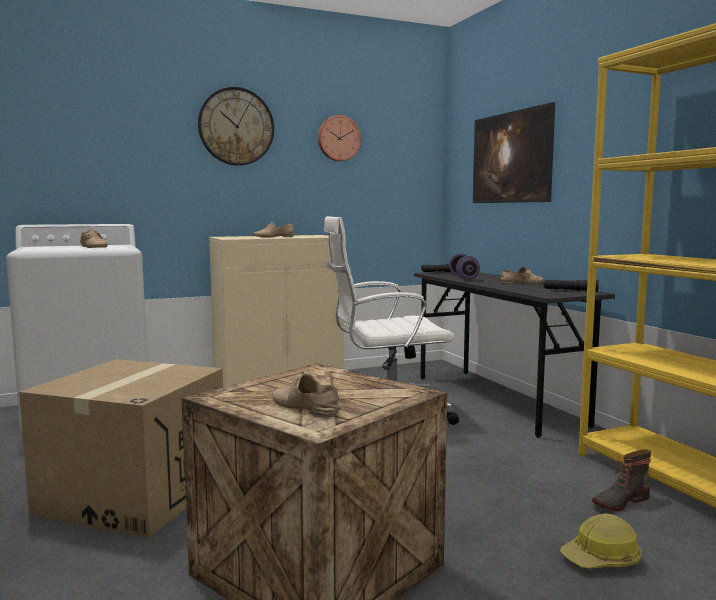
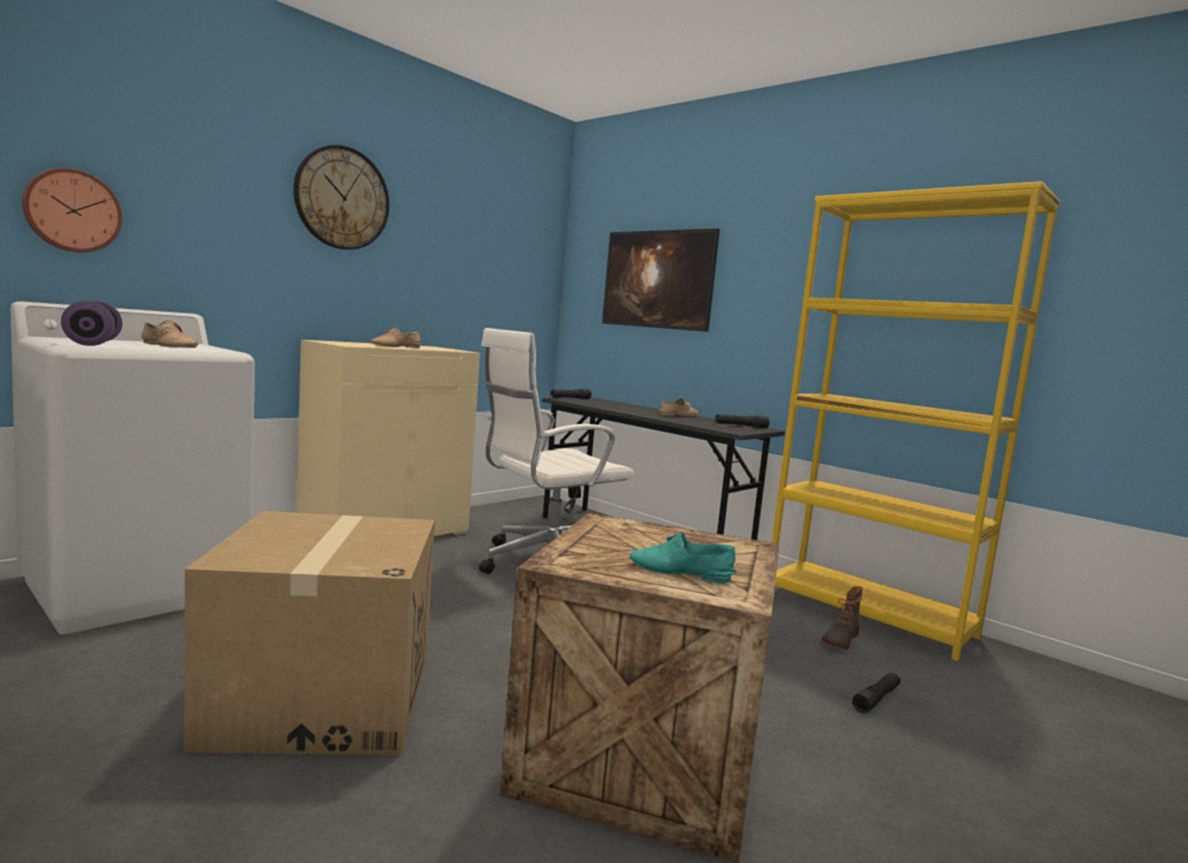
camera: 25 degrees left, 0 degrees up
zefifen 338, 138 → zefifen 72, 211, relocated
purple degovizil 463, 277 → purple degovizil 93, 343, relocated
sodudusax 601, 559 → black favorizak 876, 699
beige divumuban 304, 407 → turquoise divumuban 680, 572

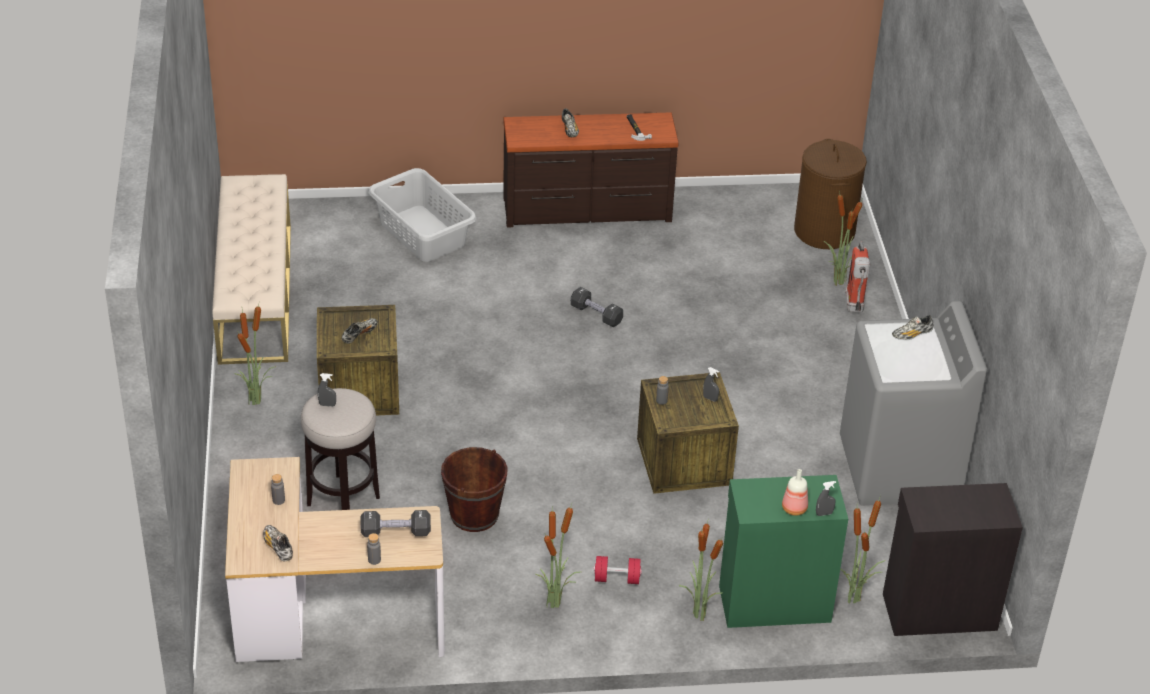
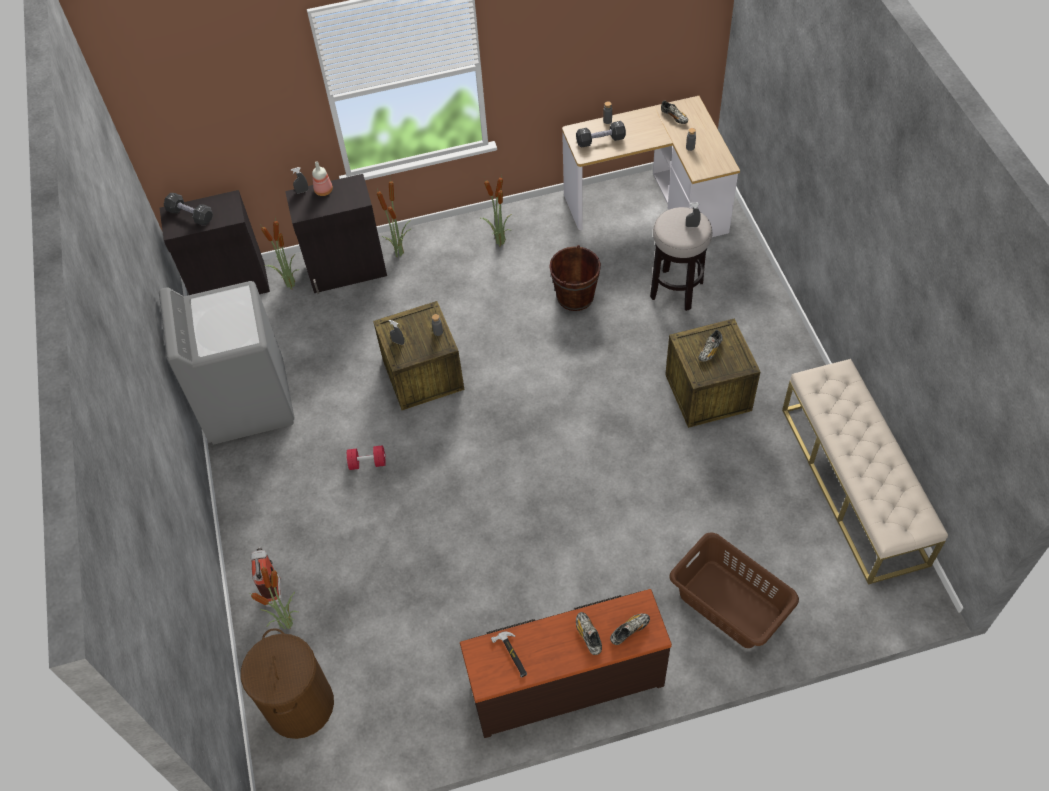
camera: 175 degrees right, 15 degrees up
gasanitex 256, 401 → -
black degovizil 596, 315 → black degovizil 190, 215, relocated
red degovizil 617, 578 → red degovizil 367, 463, relocated
divumuban 912, 334 → divumuban 629, 631, relocated
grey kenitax 423, 233 → brown kenitax 729, 605
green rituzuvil 773, 602 → black rituzuvil 348, 271

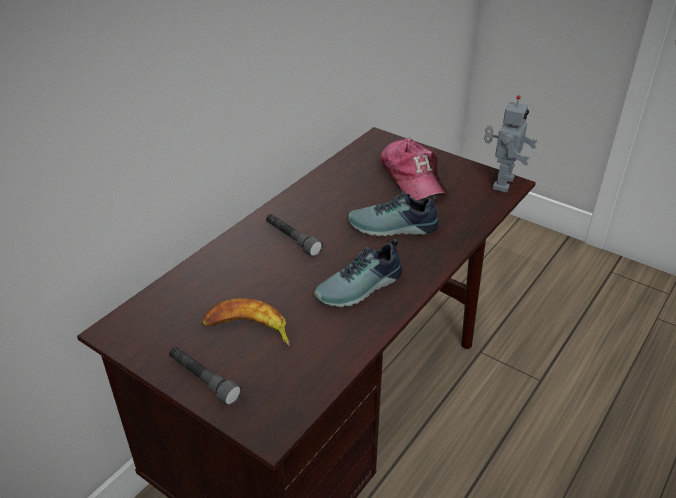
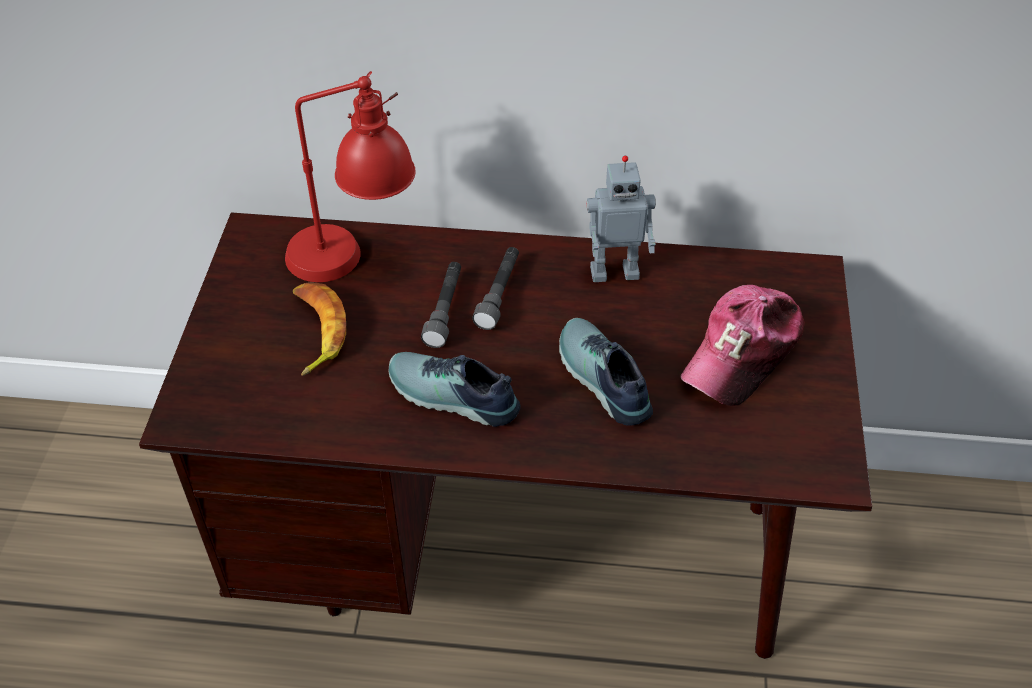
camera: 60 degrees right, 10 degrees up
- → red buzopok 355, 260
grey favorizak 203, 380 → grey favorizak 445, 310, relocated
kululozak 501, 183 → kululozak 614, 271, relocated

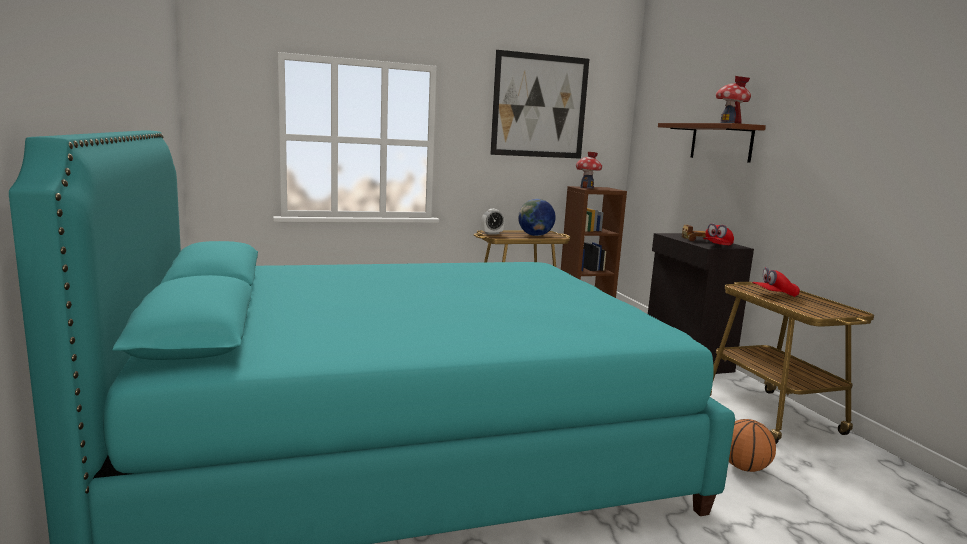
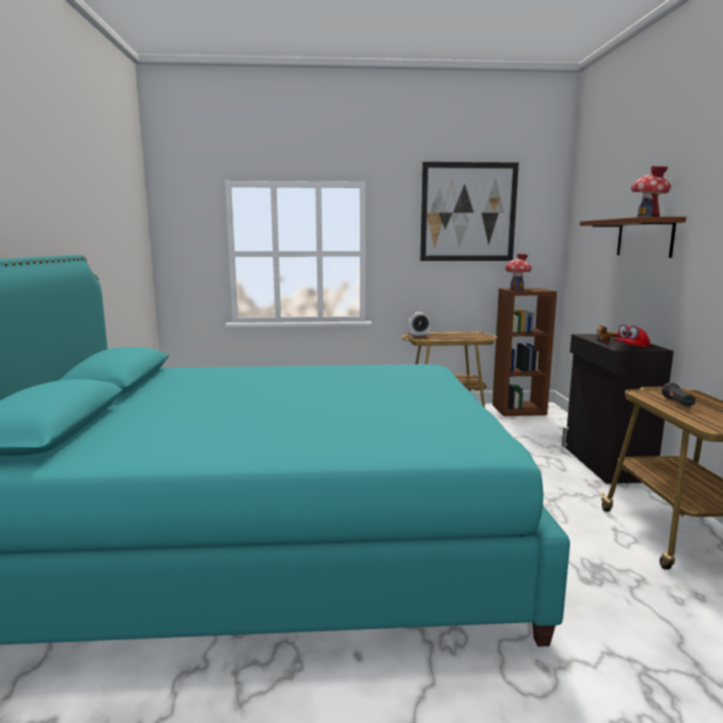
camera: 15 degrees right, 0 degrees up
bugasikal 535, 235 → -
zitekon 744, 468 → -
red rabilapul 774, 295 → black favorizak 677, 403

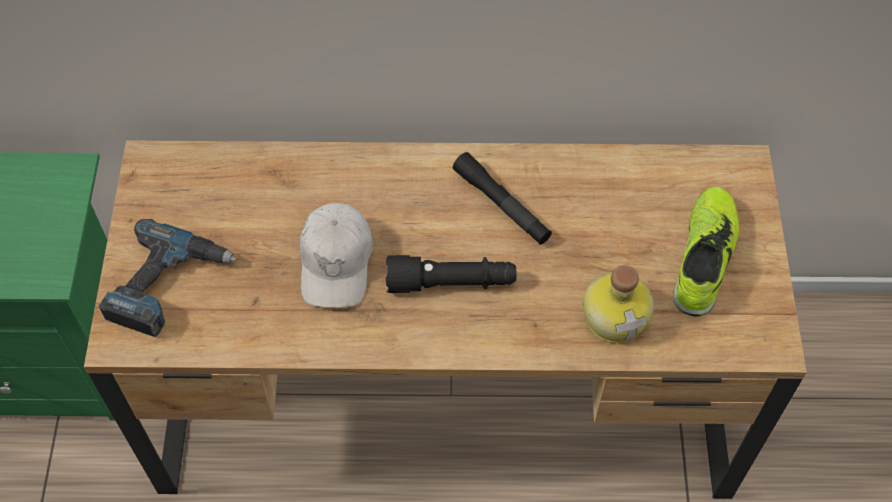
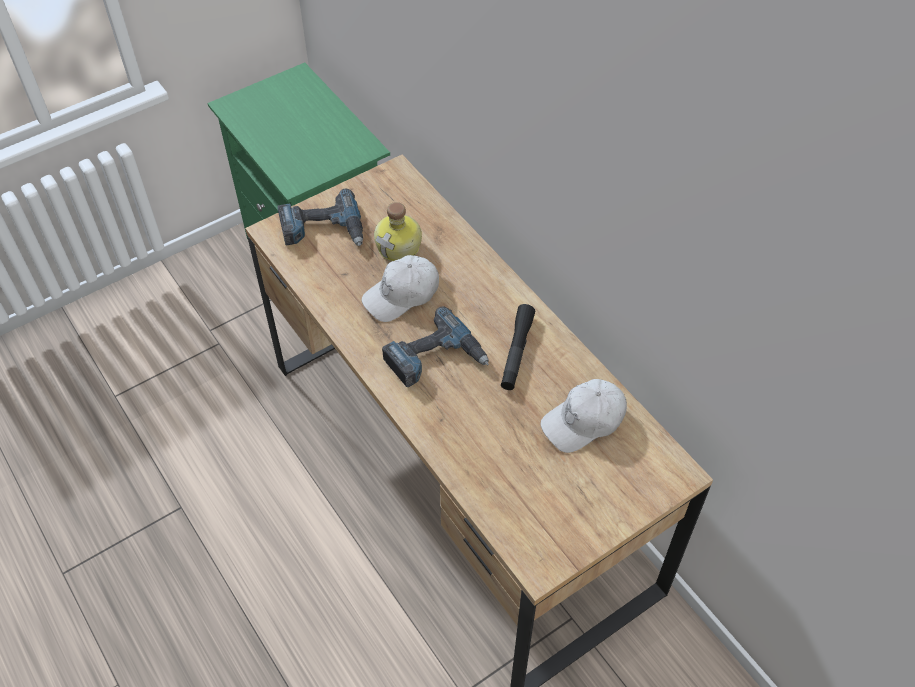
camera: 55 degrees right, 5 degrees down
divumuban 704, 257 → -
- → white rabilapul 584, 421
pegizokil 615, 316 → pegizokil 400, 248, relocated
black favorizak 451, 283 → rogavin 435, 358

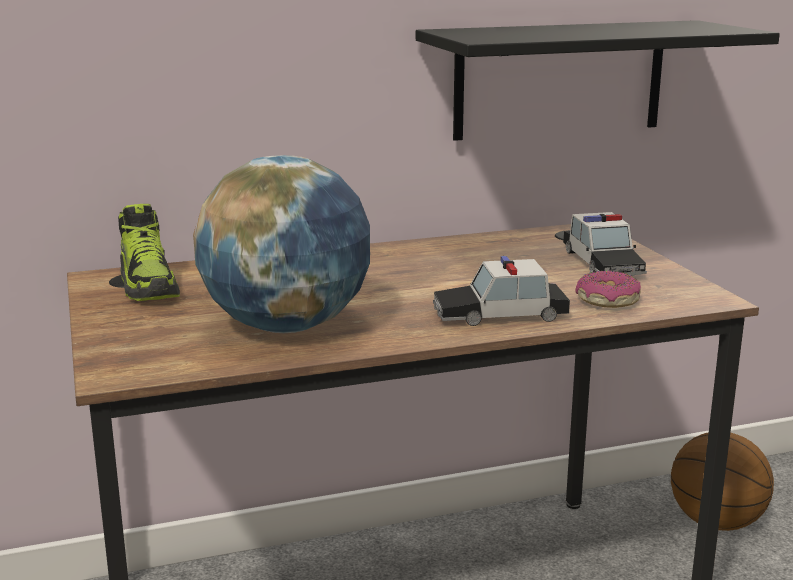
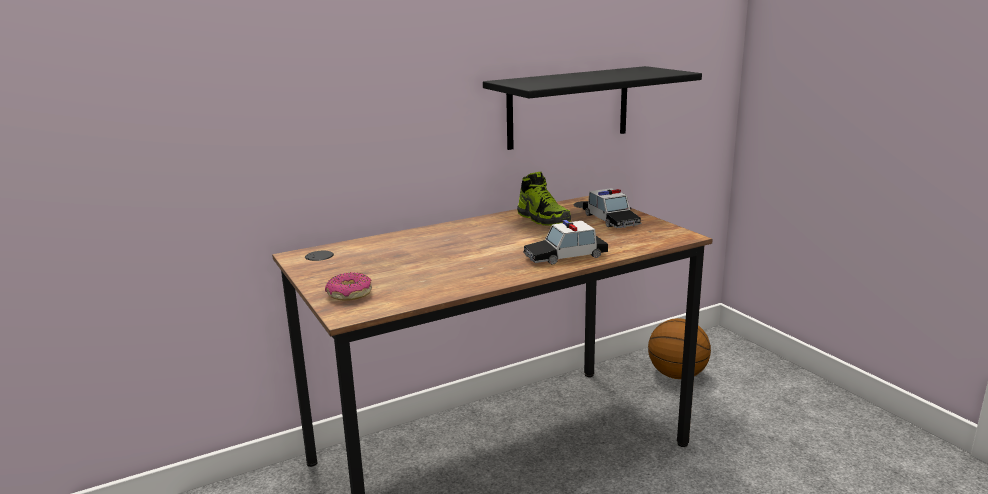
camera: 10 degrees left, 0 degrees up
bugasikal 287, 326 → -
divumuban 149, 287 → divumuban 543, 219, relocated
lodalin 607, 300 → lodalin 349, 294, relocated

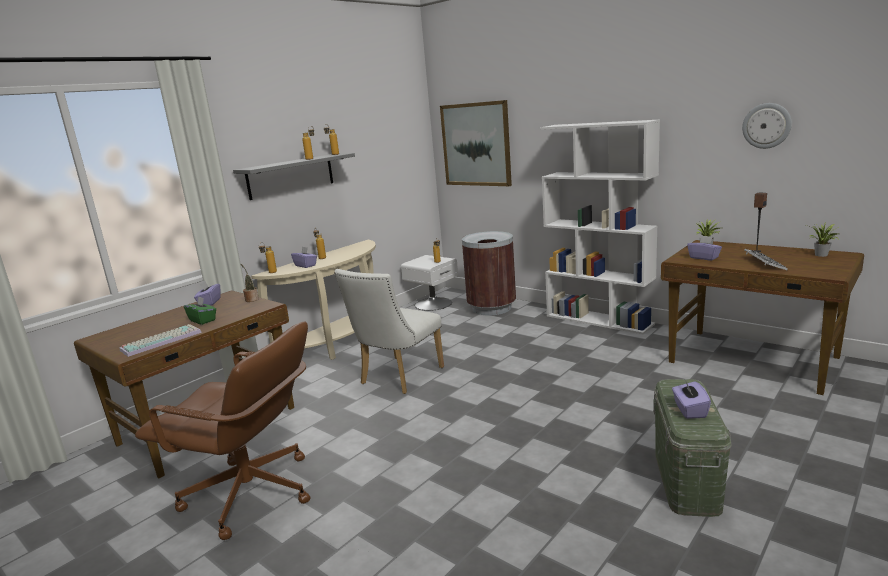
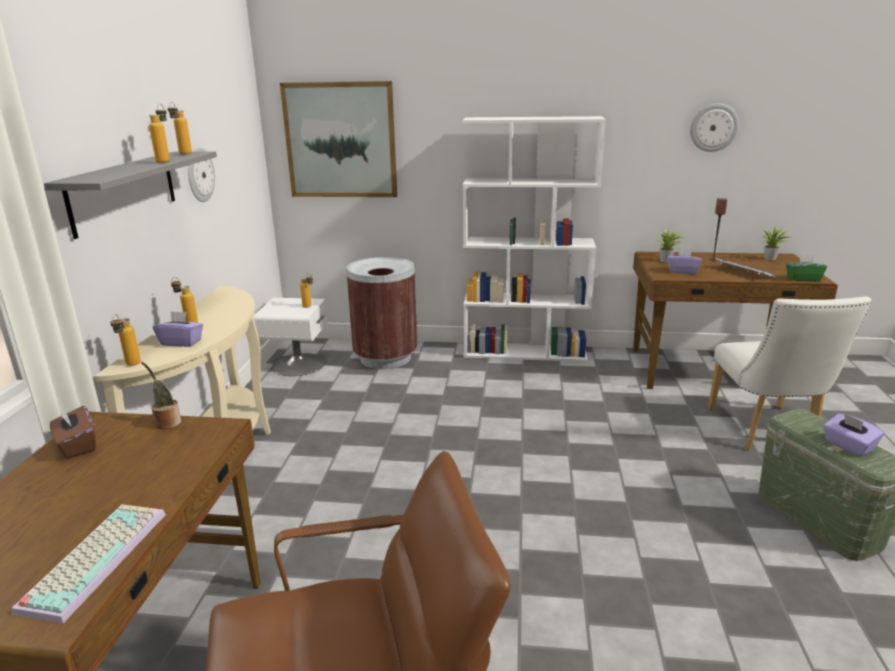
camera: 35 degrees left, 5 degrees up
- → zefifen 200, 175
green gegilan 203, 320 → green gegilan 803, 279, relocated
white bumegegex 397, 378 → white bumegegex 766, 432, relocated
purple gegilan 209, 302 → brown gegilan 77, 446

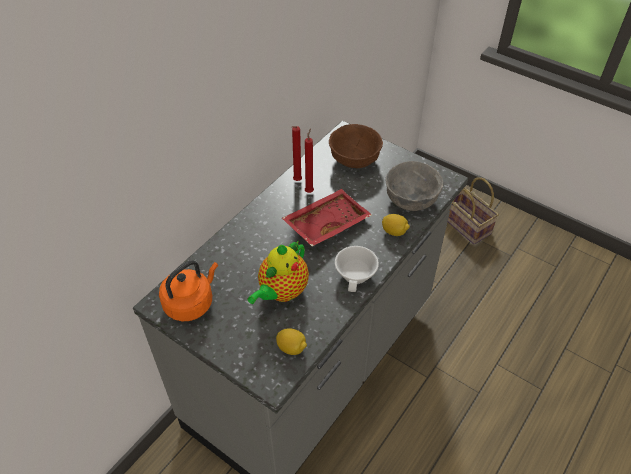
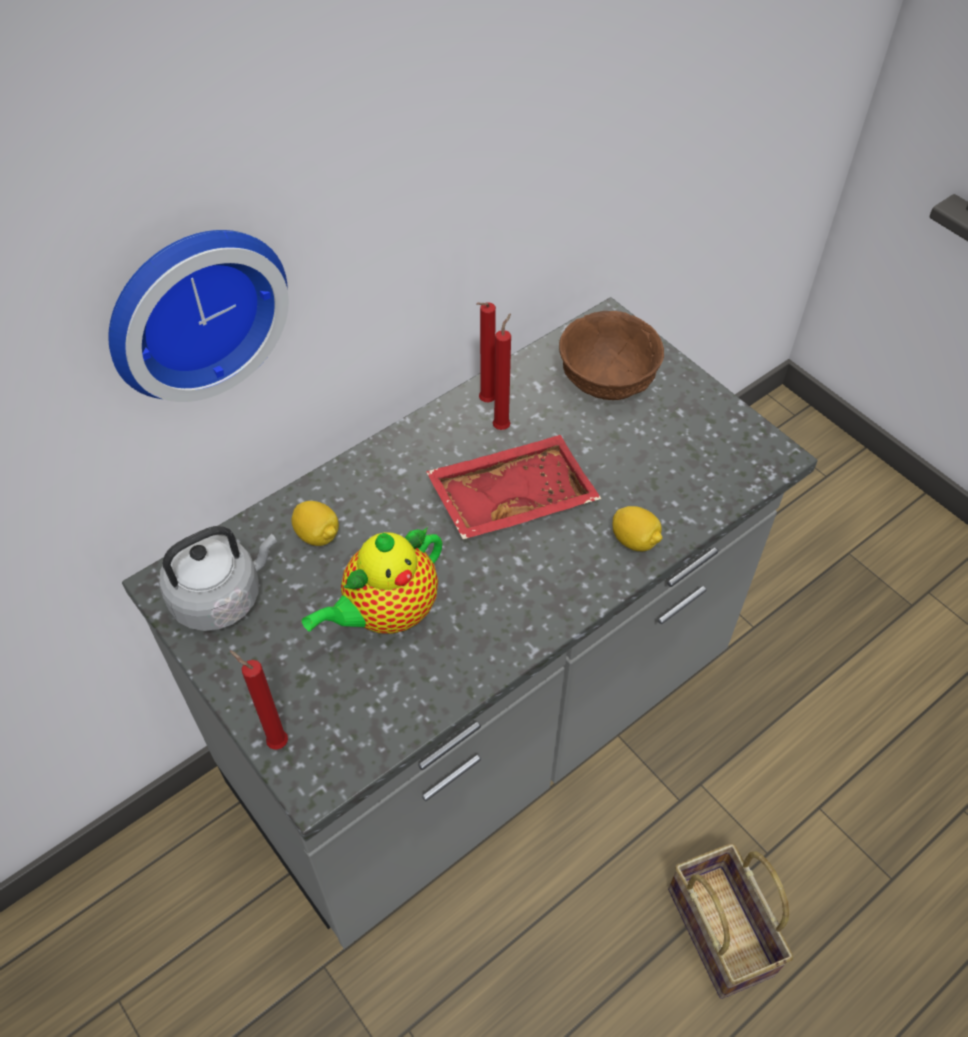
camera: 15 degrees right, 5 degrees up
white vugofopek 357, 275 → -
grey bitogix 411, 200 → -
- → zefifen 192, 308
- → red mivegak 275, 741
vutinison 291, 348 → vutinison 317, 535, relocated
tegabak 467, 225 → tegabak 724, 933, relocated
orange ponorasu 191, 303 → grey ponorasu 221, 596

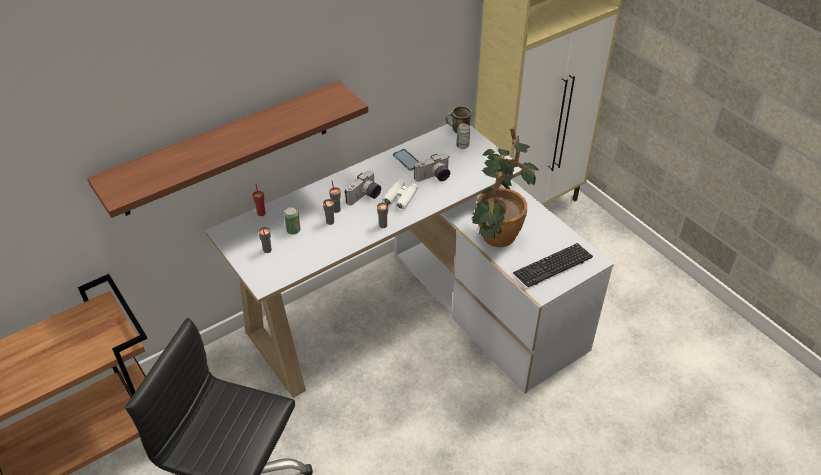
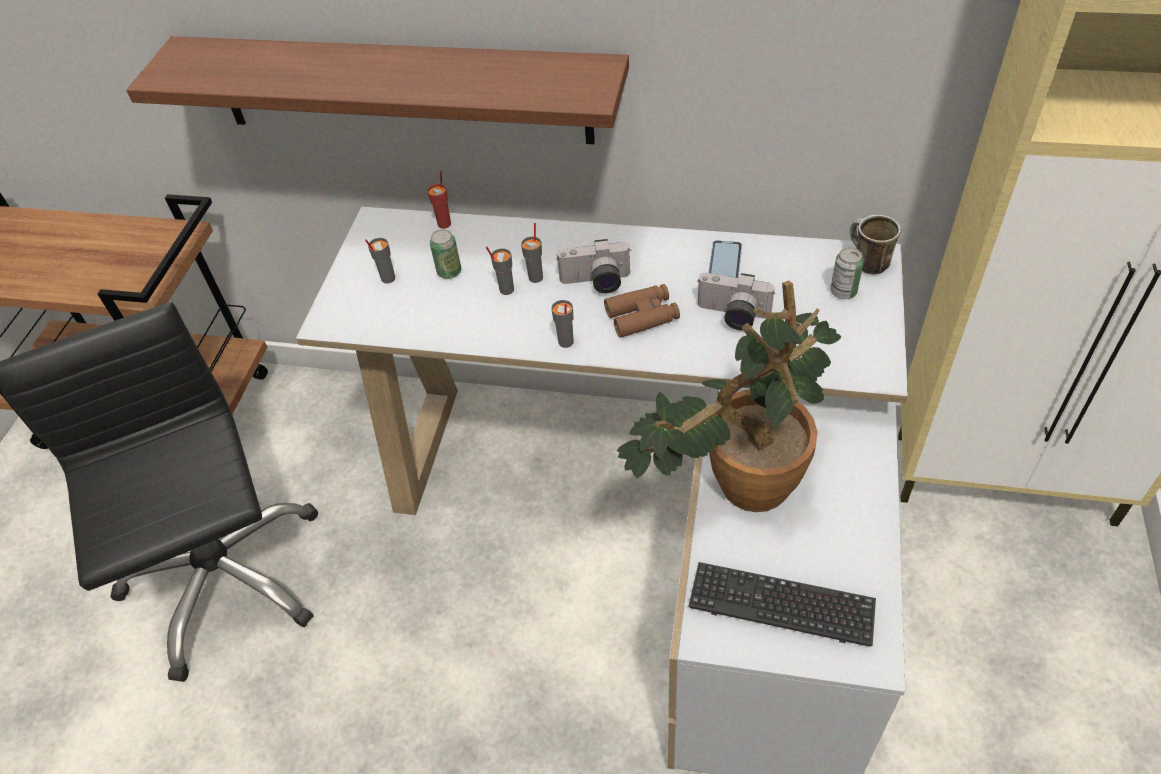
camera: 50 degrees right, 5 degrees up
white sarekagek 400, 198 → brown sarekagek 642, 316

